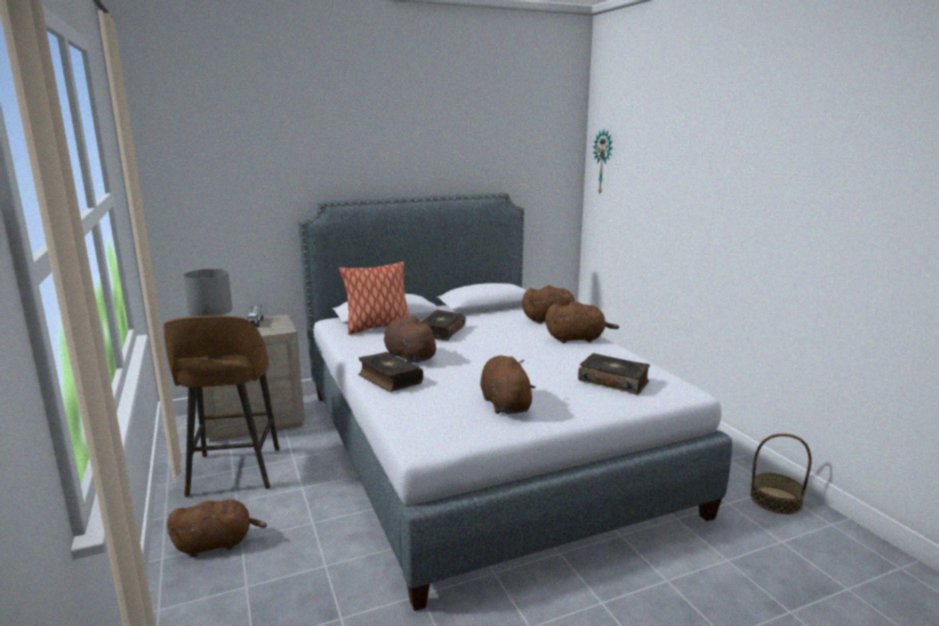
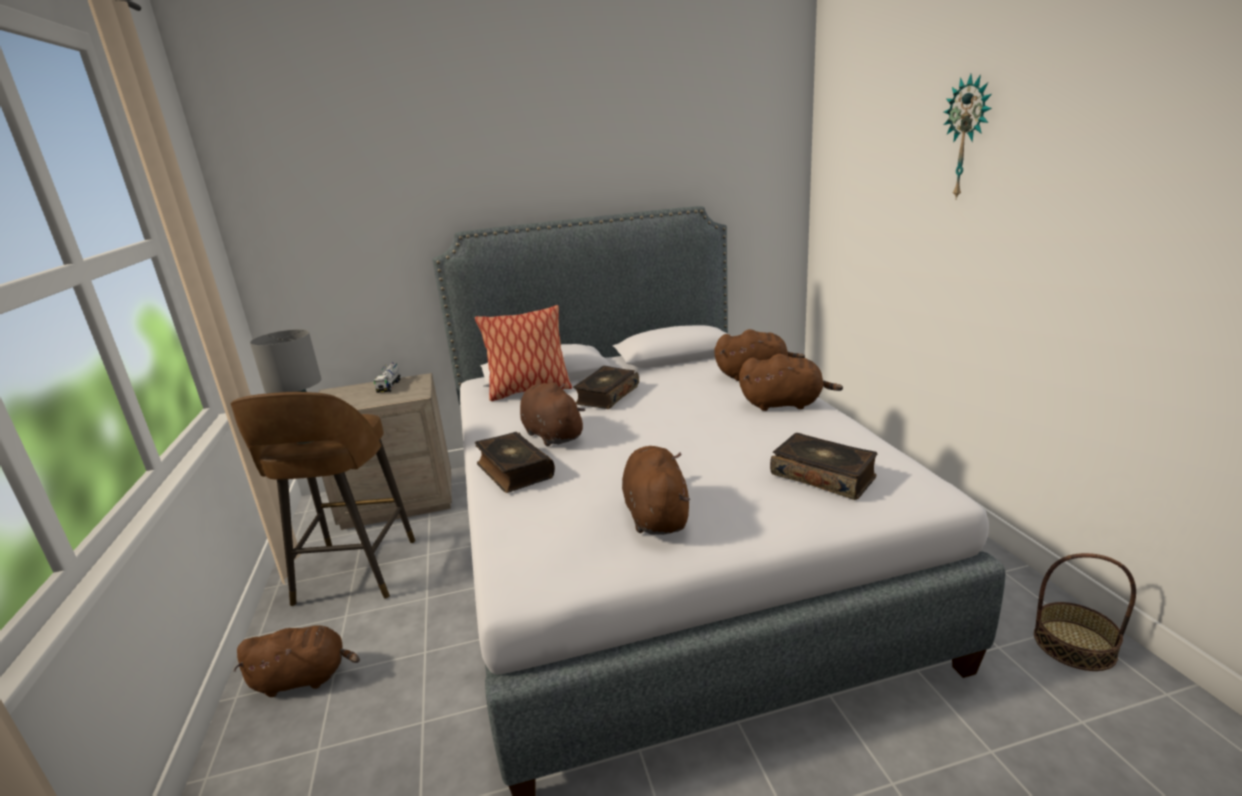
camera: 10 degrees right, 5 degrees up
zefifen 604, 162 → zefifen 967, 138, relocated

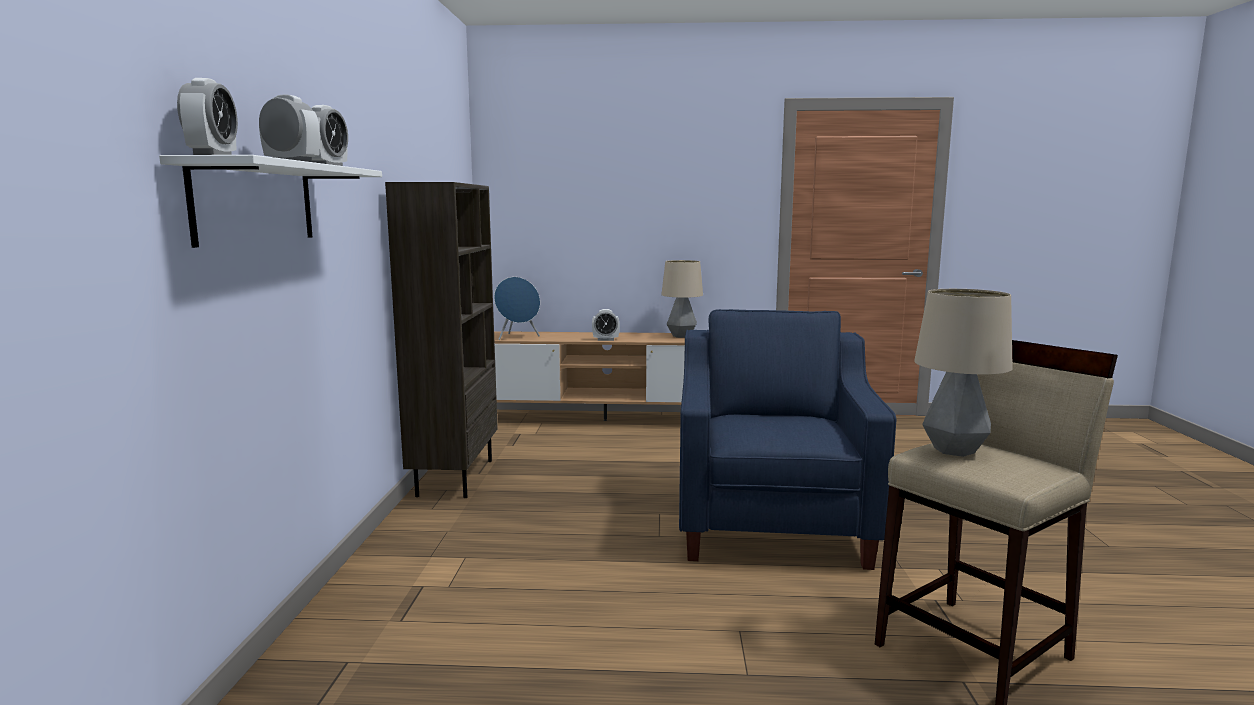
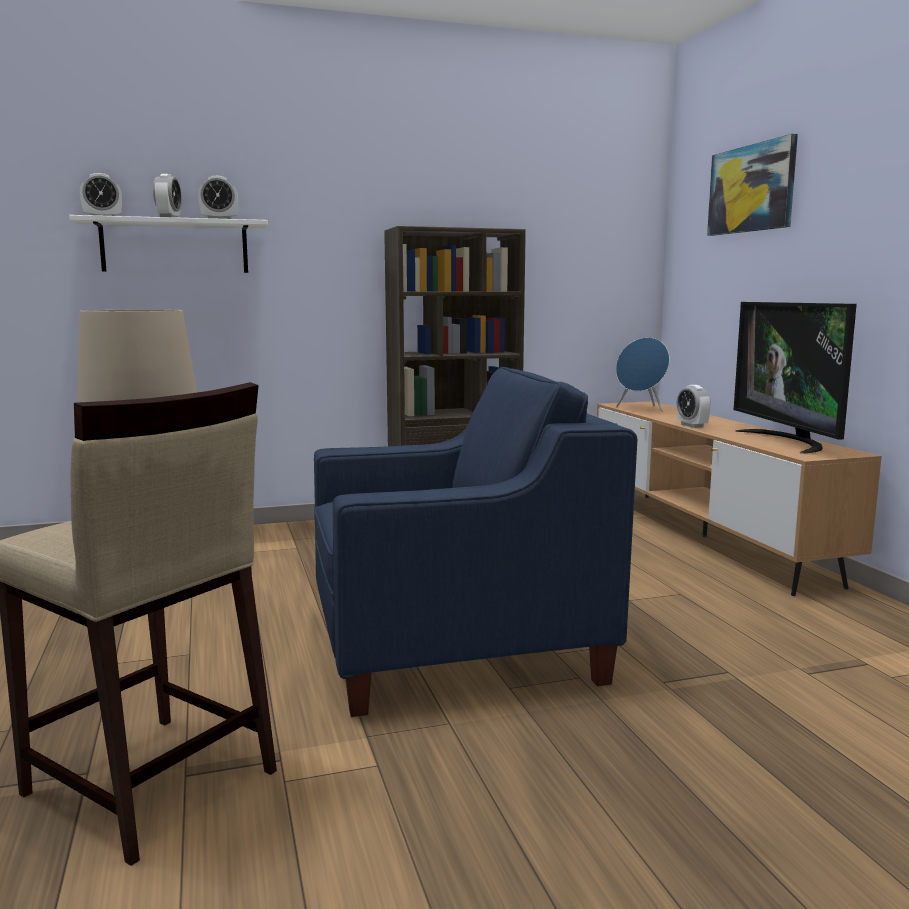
camera: 70 degrees right, 0 degrees up
- → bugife 751, 189
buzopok 681, 336 → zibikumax 788, 441

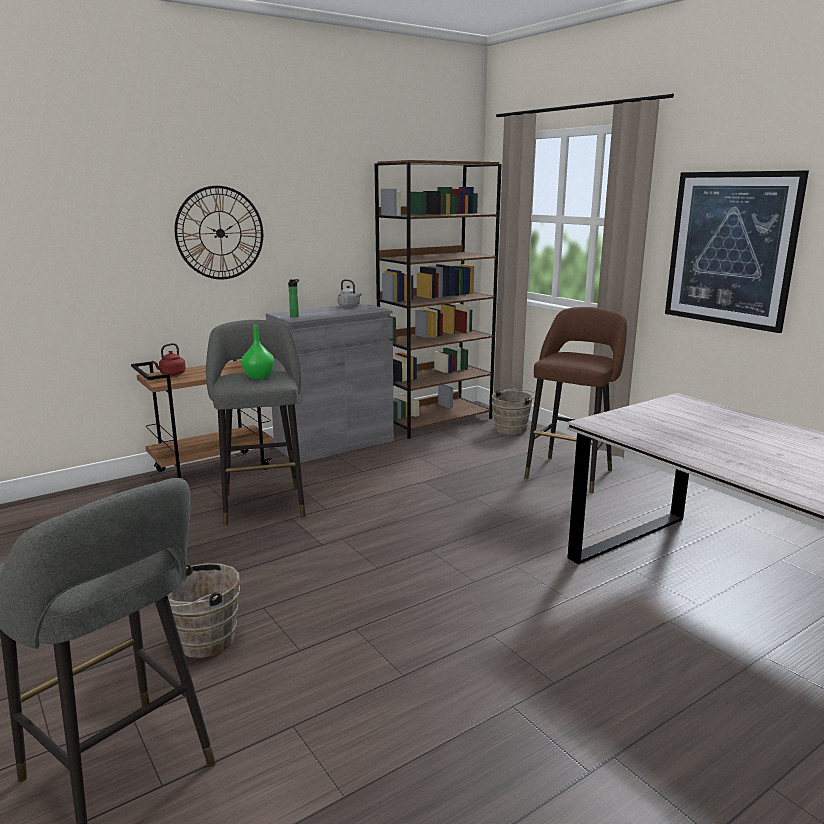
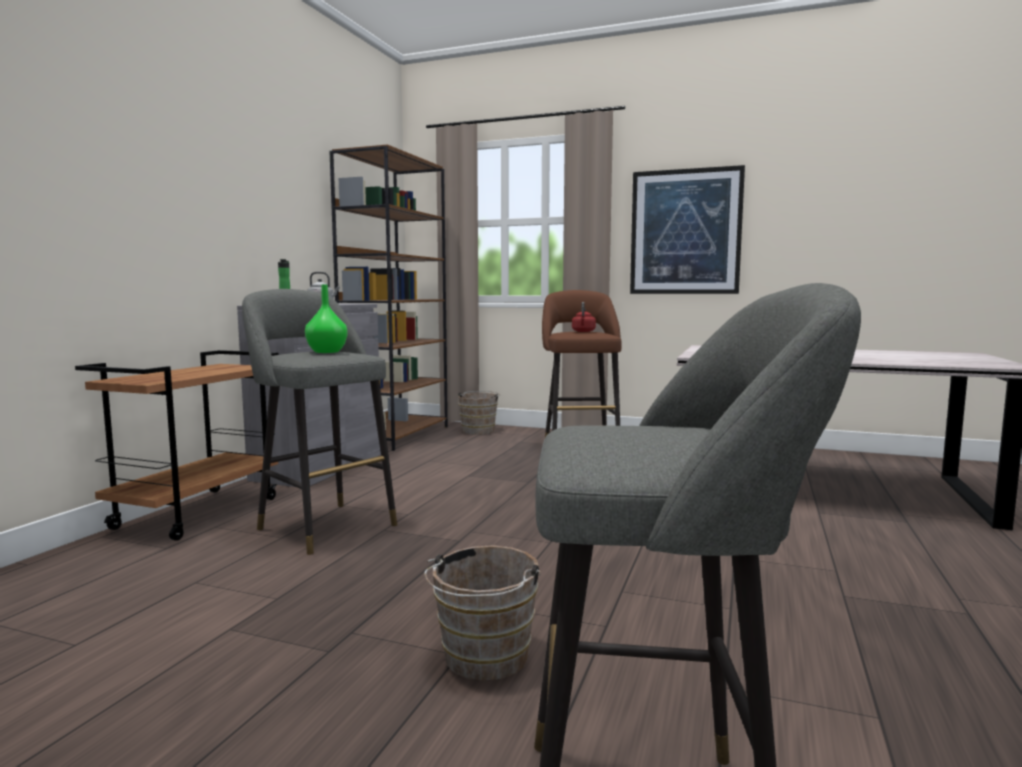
camera: 35 degrees left, 10 degrees down
zefifen 220, 233 → -
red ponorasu 171, 374 → red ponorasu 583, 331, relocated

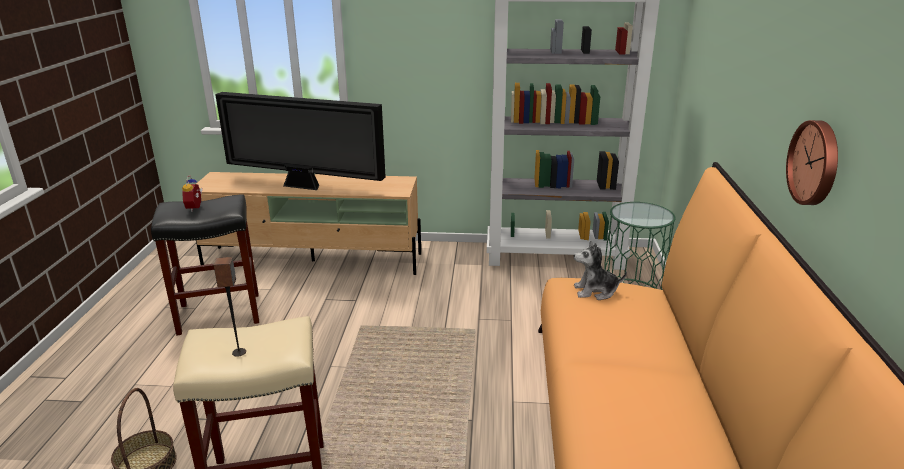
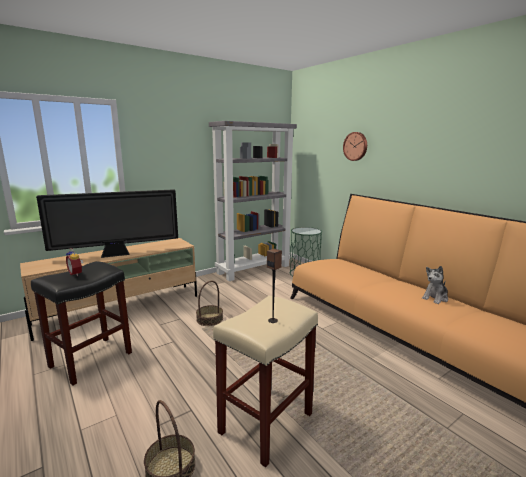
camera: 40 degrees left, 10 degrees down
- → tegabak 209, 319
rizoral 595, 291 → rizoral 435, 298, relocated
zefifen 815, 163 → zefifen 355, 146, relocated

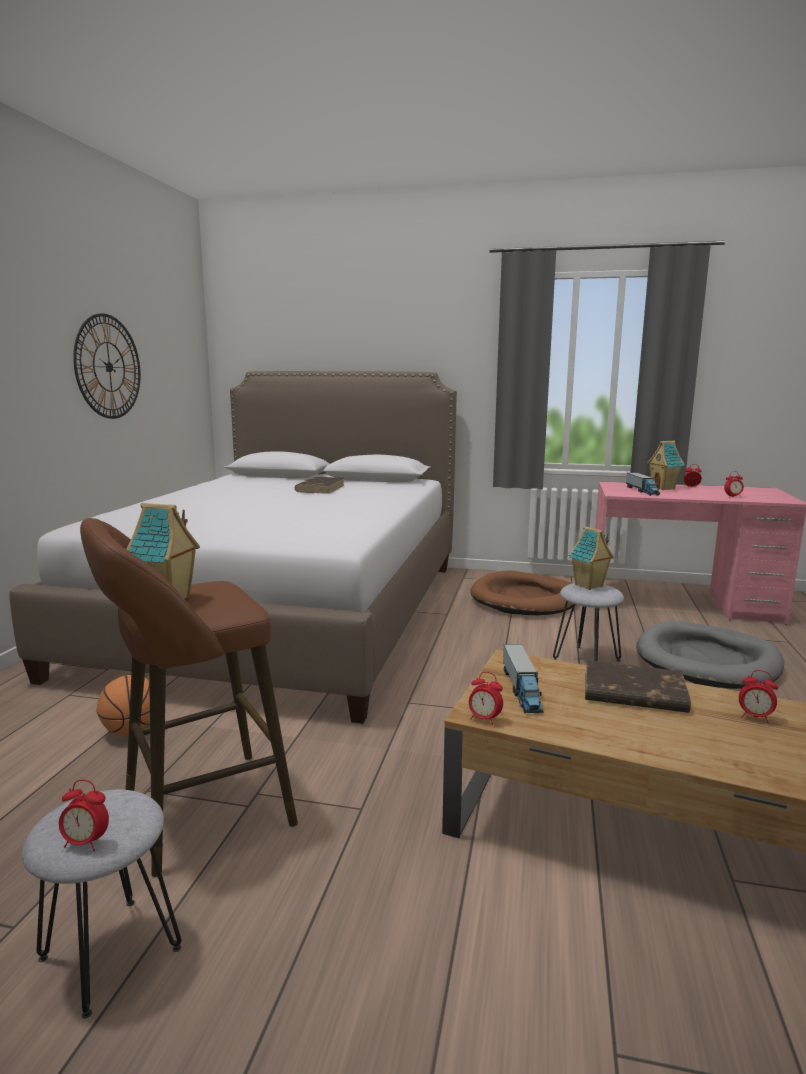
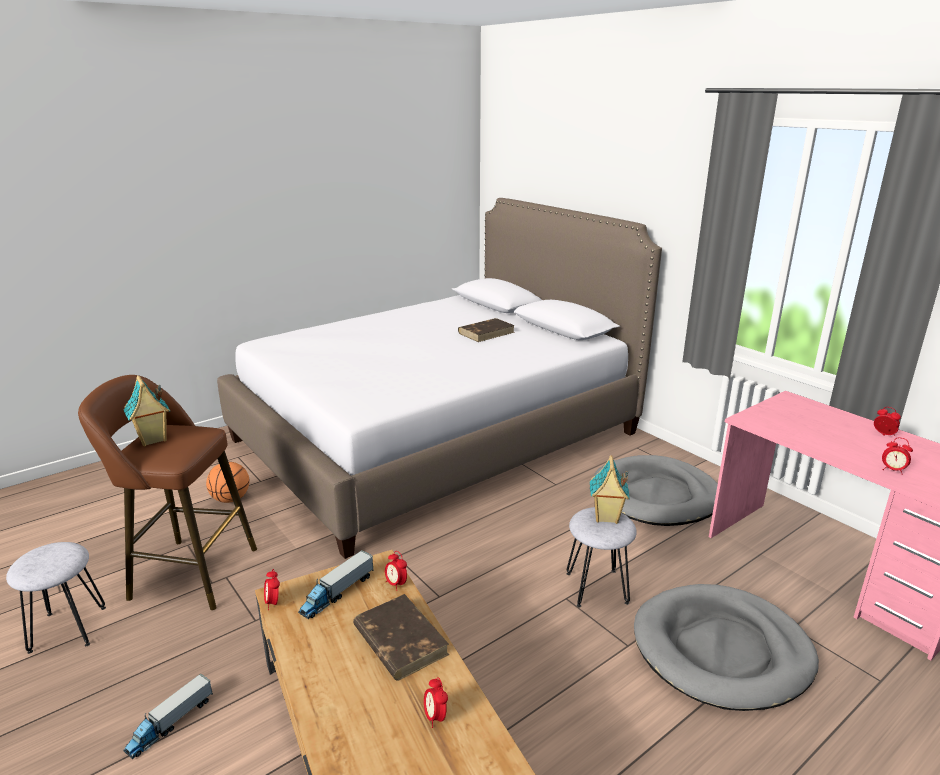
camera: 40 degrees right, 10 degrees up
zefifen 108, 367 → -
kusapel 663, 488 → -
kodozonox 86, 843 → kodozonox 396, 584, relocated
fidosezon 642, 491 → fidosezon 170, 724, relocated
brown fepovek 525, 599 → grey fepovek 656, 495

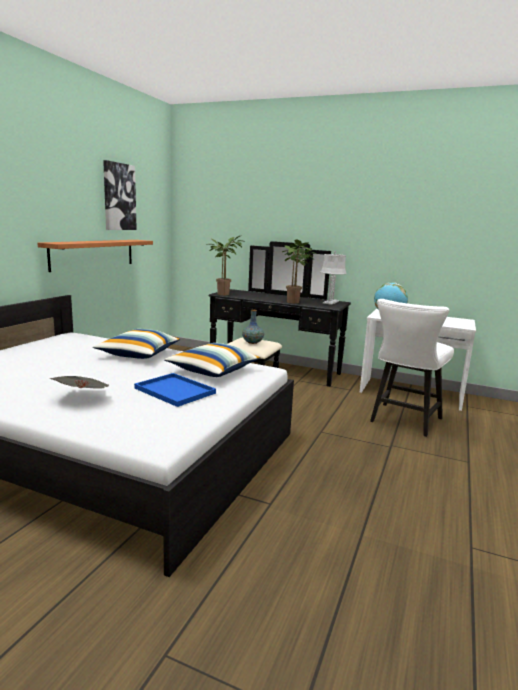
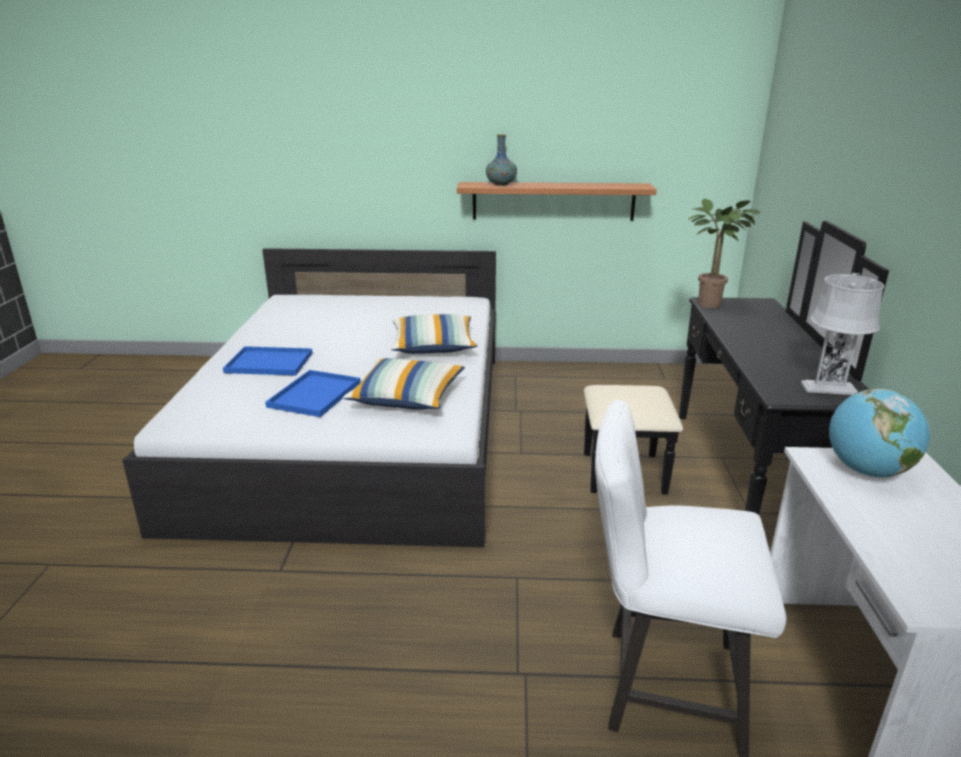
camera: 70 degrees right, 10 degrees up
bugife 119, 197 → -
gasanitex 295, 302 → -
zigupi 252, 342 → zigupi 501, 184, relocated
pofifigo 83, 397 → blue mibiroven 271, 362

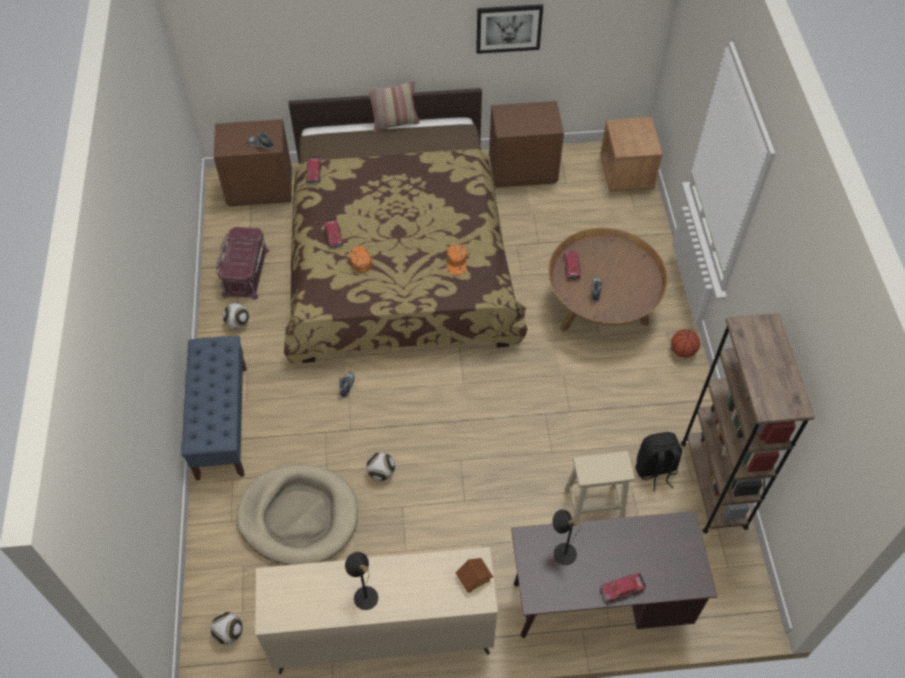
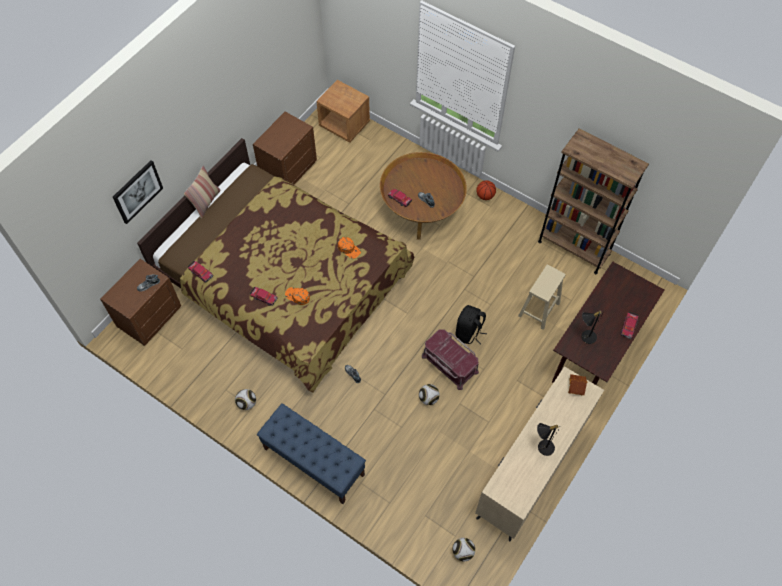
camera: 50 degrees left, 5 degrees up
beige fepovek 299, 516 → -
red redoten 245, 272 → red redoten 449, 364, relocated
bugife 508, 28 → bugife 137, 191, relocated
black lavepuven 655, 470 → black lavepuven 469, 333, relocated

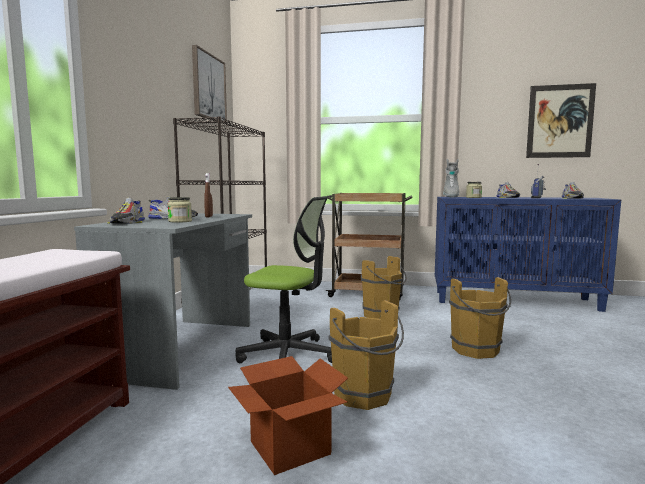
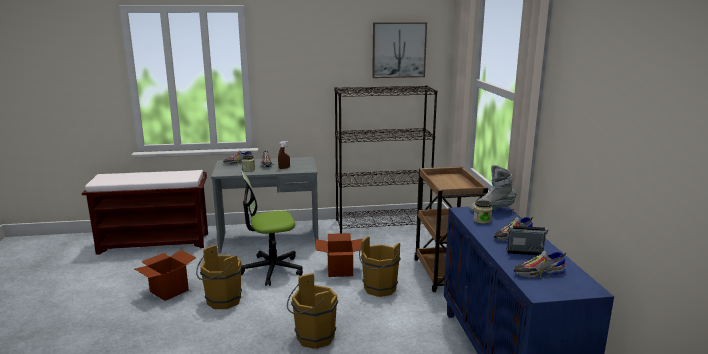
camera: 70 degrees right, 10 degrees up
bugife 560, 121 → -
- → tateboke 340, 270
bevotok 288, 355 → bevotok 271, 269, 75 degrees clockwise

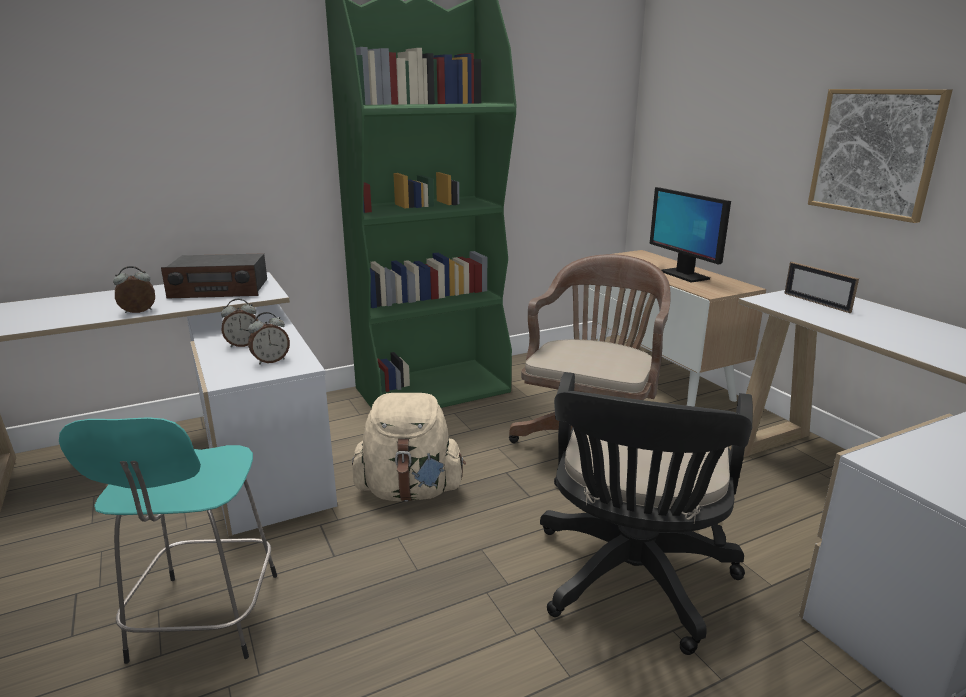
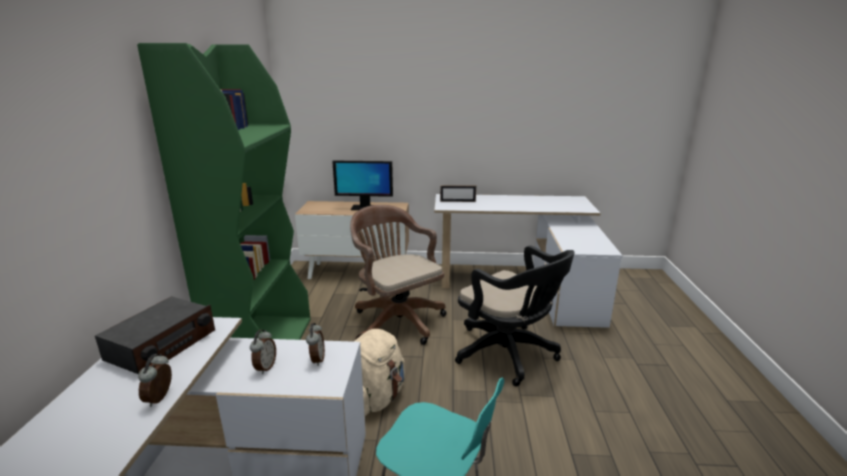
camera: 60 degrees left, 0 degrees up
bugife 875, 152 → -

